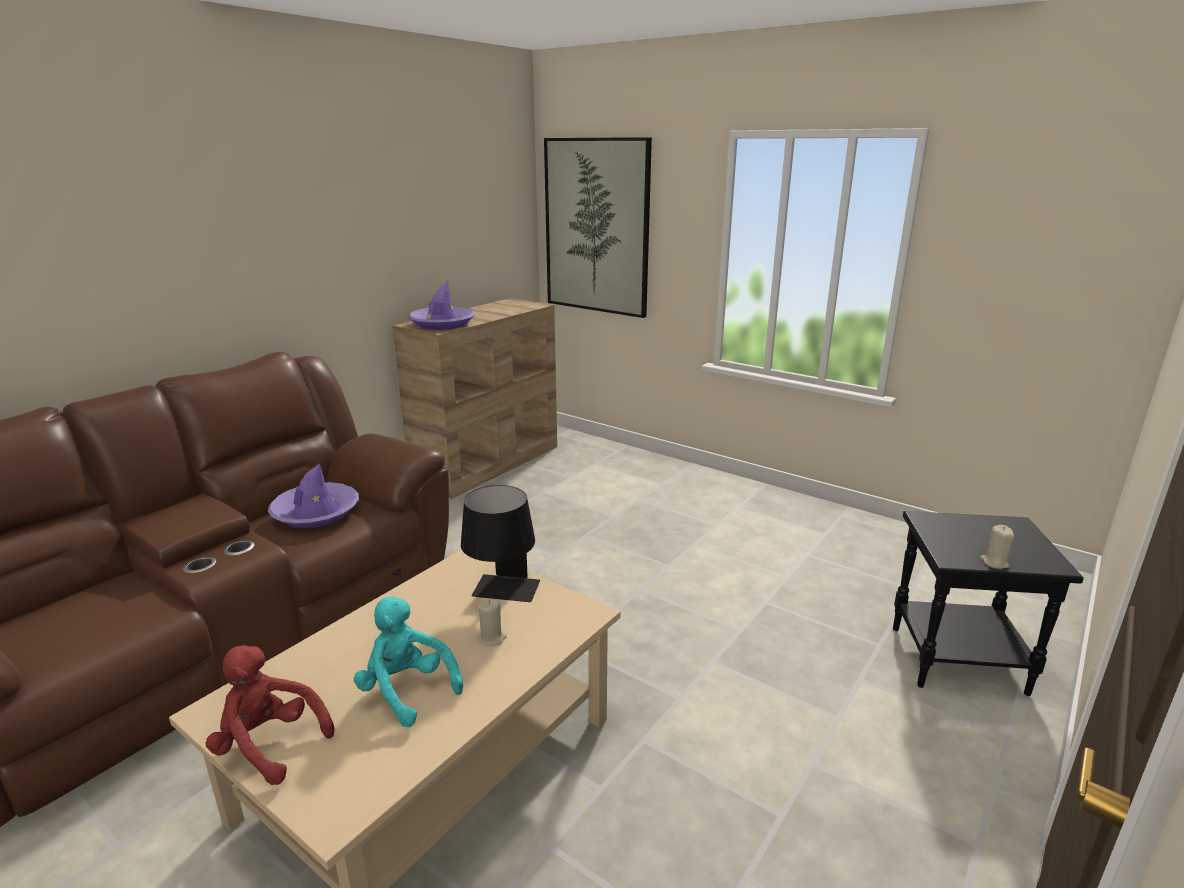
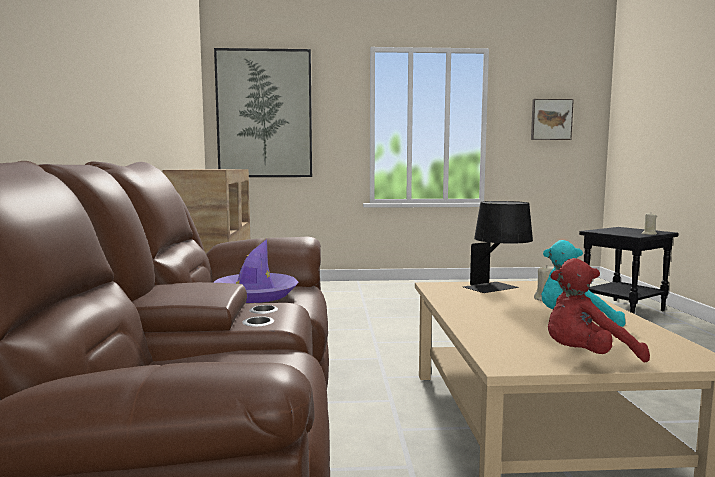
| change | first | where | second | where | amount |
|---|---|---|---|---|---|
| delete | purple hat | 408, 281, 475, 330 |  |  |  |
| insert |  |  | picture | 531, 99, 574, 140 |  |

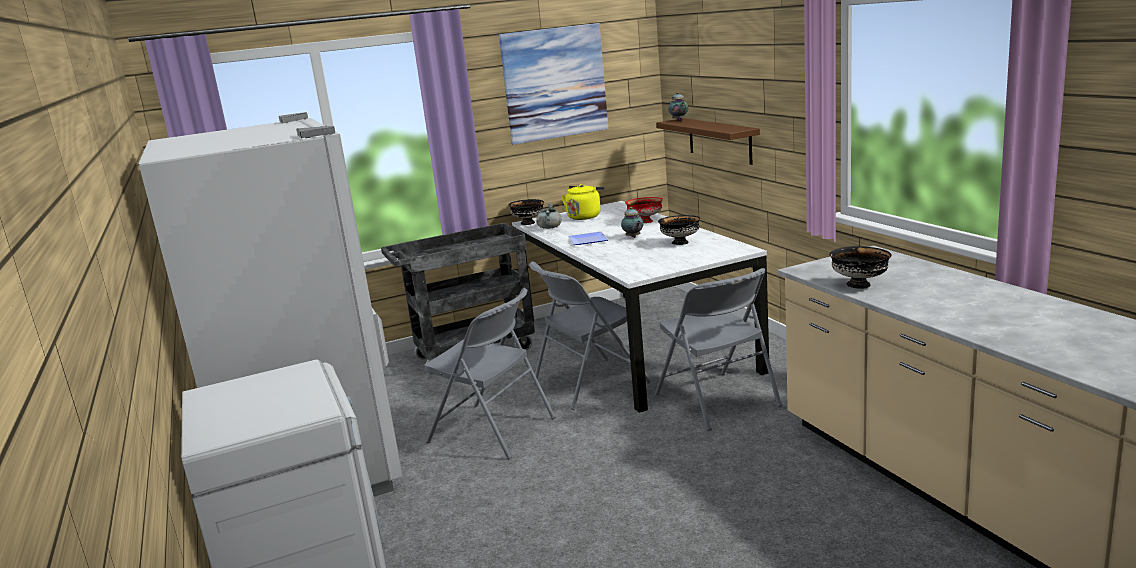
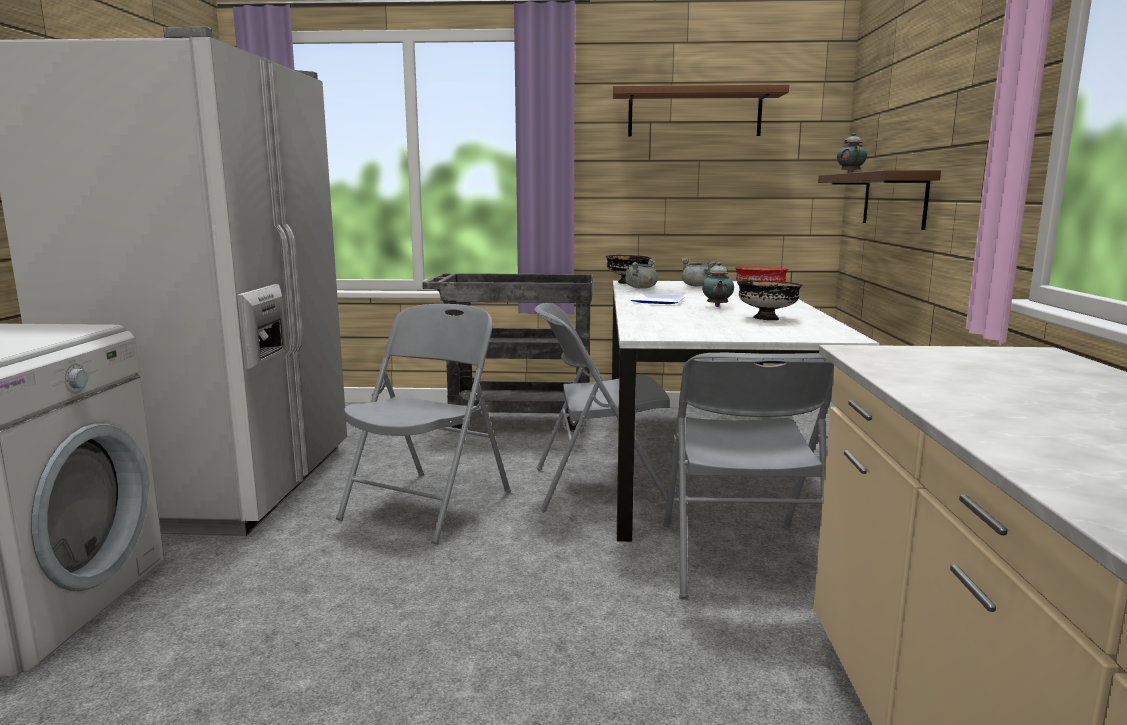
| change | first | where | second | where | amount |
|---|---|---|---|---|---|
| replace | picture | 499, 23, 608, 145 | brown shelf | 613, 85, 789, 136 |  |
| replace | yellow kettle | 561, 184, 605, 220 | grey cooking pot | 681, 258, 716, 286 |  |
| delete | black bowl | 829, 246, 892, 289 |  |  |  |
| rotate | grey chair | 425, 288, 556, 460 |  | 336, 304, 511, 545 | 120 degrees counterclockwise |

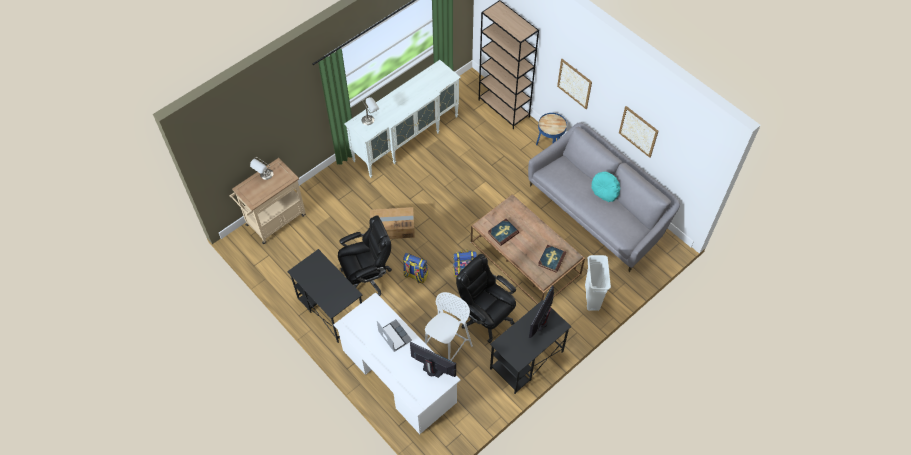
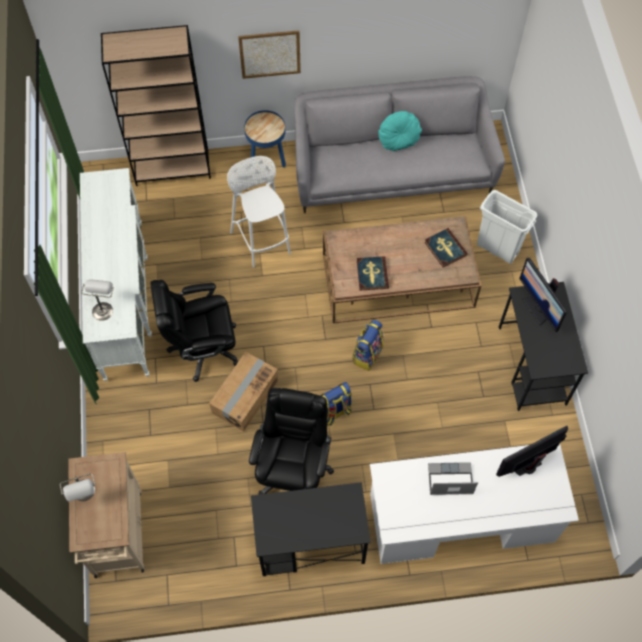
| change | first | where | second | where | amount |
|---|---|---|---|---|---|
| delete | picture | 619, 106, 659, 158 |  |  |  |
| move | black office chair | 456, 254, 516, 343 |  | 150, 280, 238, 382 |  |
| move | white stool | 425, 292, 473, 361 |  | 227, 156, 291, 268 |  |

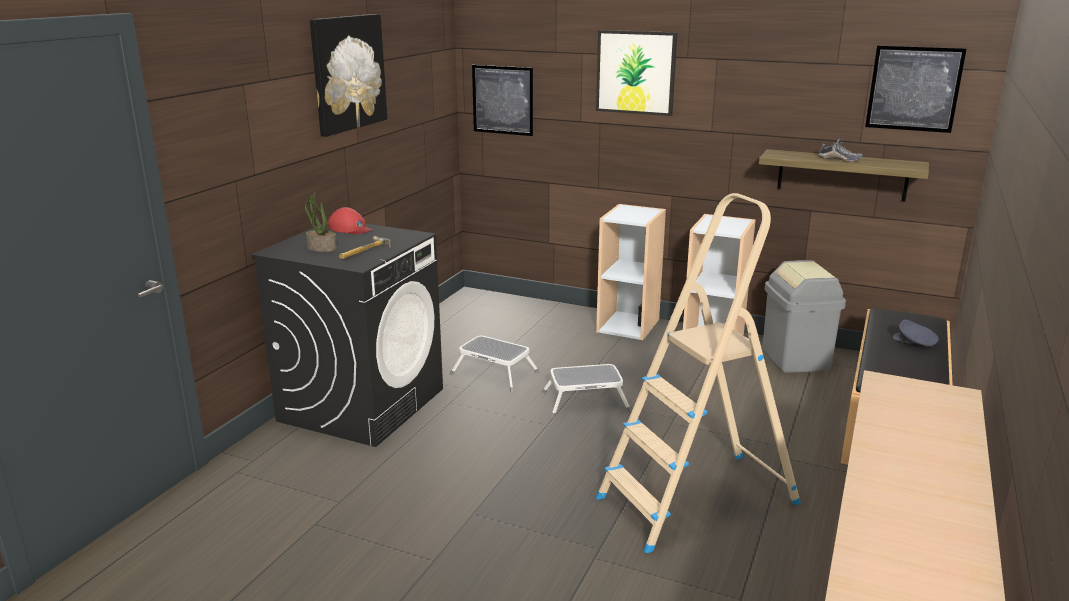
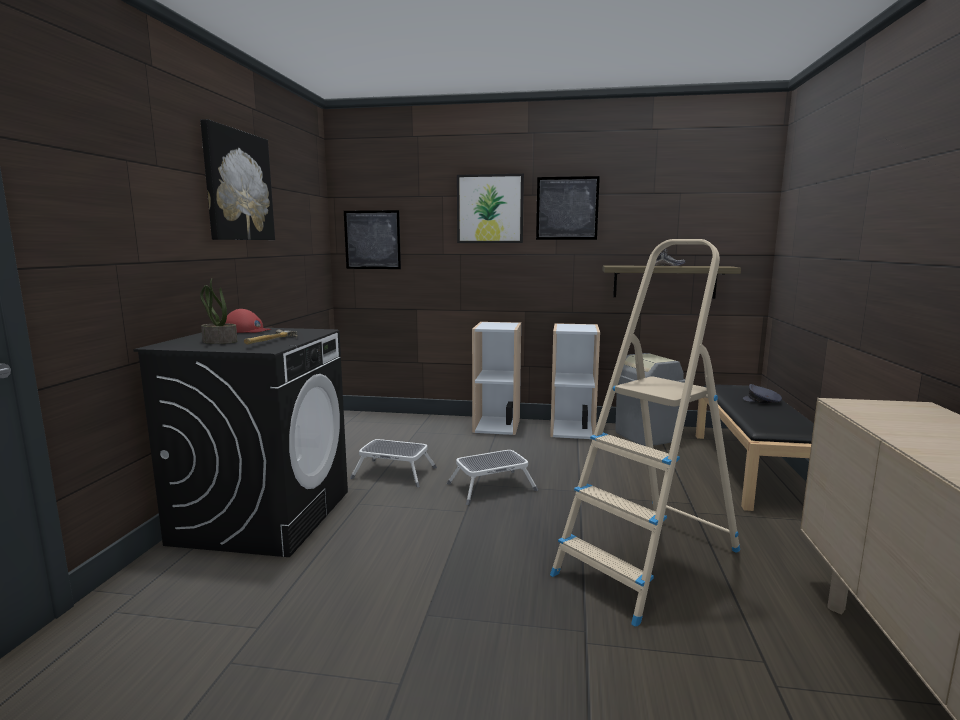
| change | first | where | second | where | amount |
|---|---|---|---|---|---|
| move | picture | 865, 46, 966, 133 |  | 536, 176, 600, 240 |  |

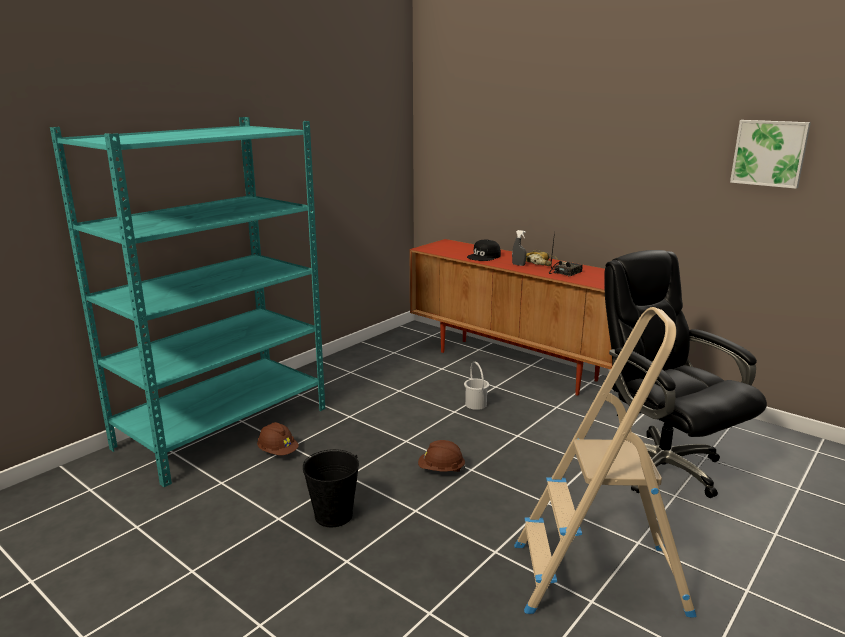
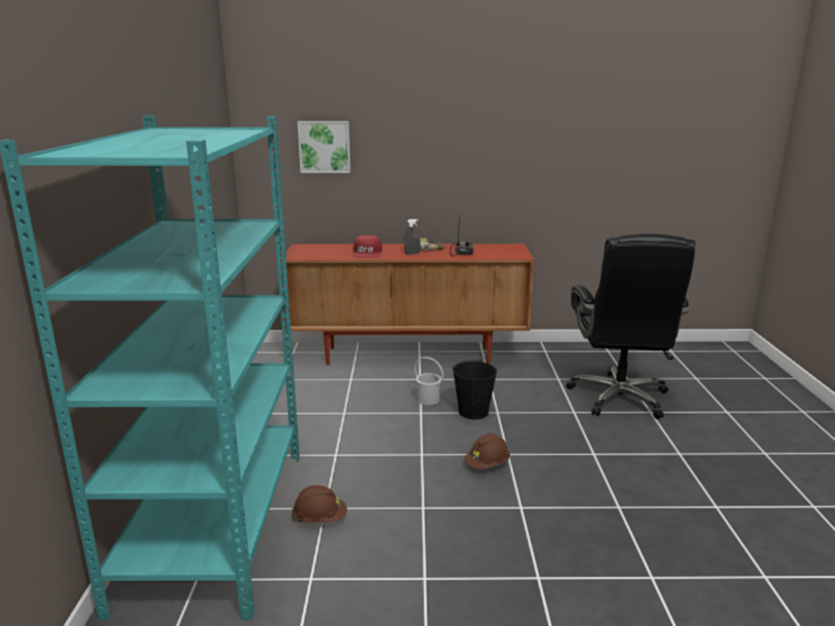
| change | first | where | second | where | amount |
|---|---|---|---|---|---|
| move | picture | 730, 120, 811, 189 |  | 297, 121, 351, 173 |  |
| recolor | black cap | 467, 240, 501, 261 | red cap | 352, 235, 382, 258 |  |
| rotate | black office chair | 604, 250, 767, 498 |  | 566, 234, 696, 419 | 105 degrees counterclockwise |
| delete | beige step ladder | 514, 307, 696, 618 |  |  |  |
| move | black bucket | 303, 449, 359, 527 |  | 452, 359, 497, 419 |  |

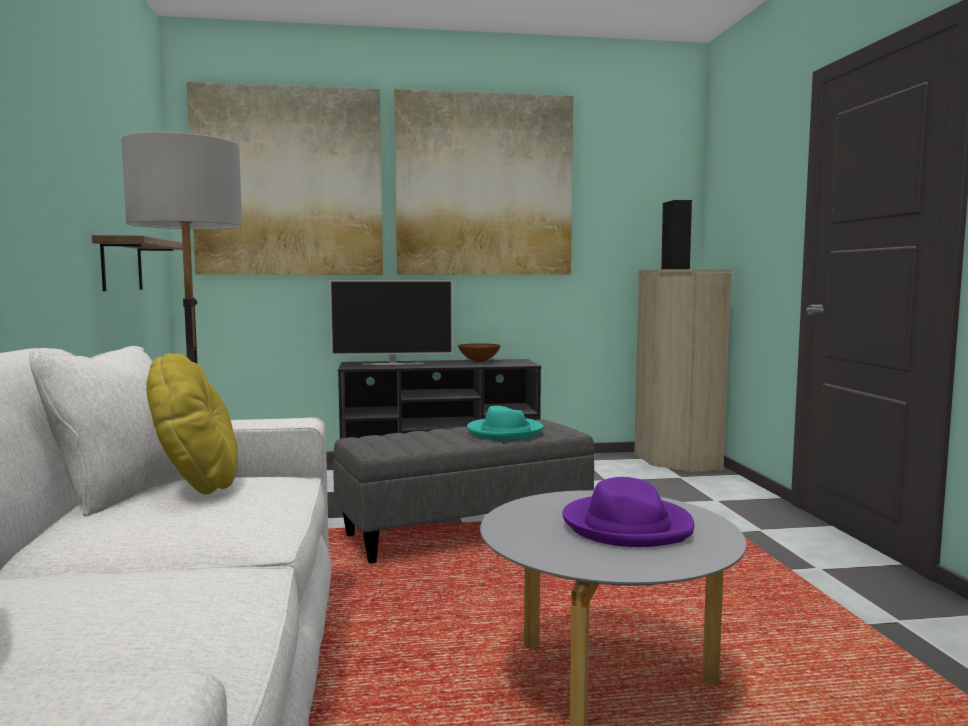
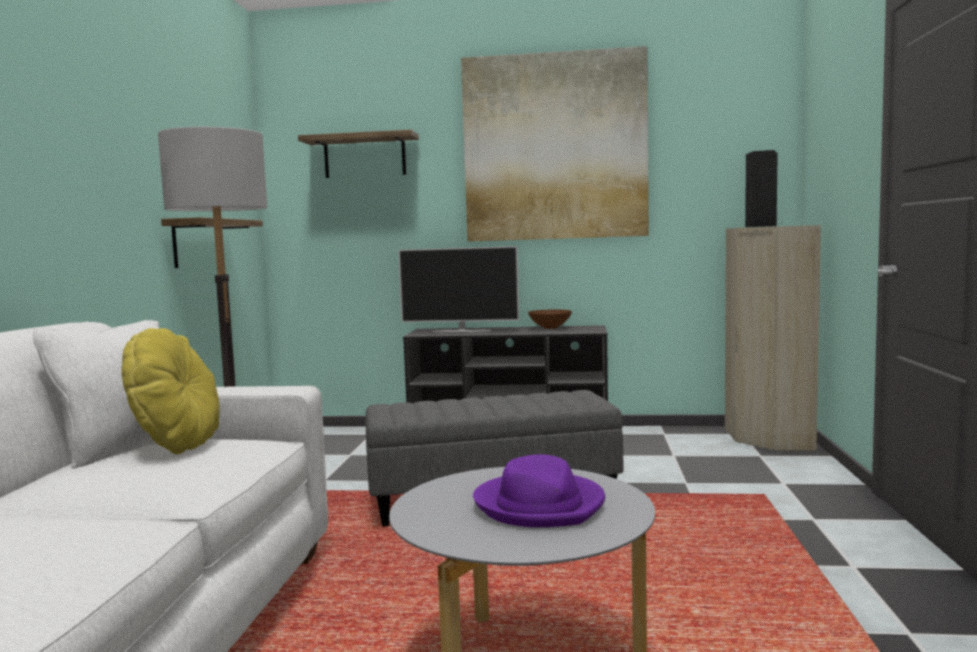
| change | first | where | second | where | amount |
|---|---|---|---|---|---|
| replace | picture | 186, 82, 383, 275 | shelf | 298, 130, 419, 178 |  |
| delete | turquoise hat | 467, 406, 544, 440 |  |  |  |

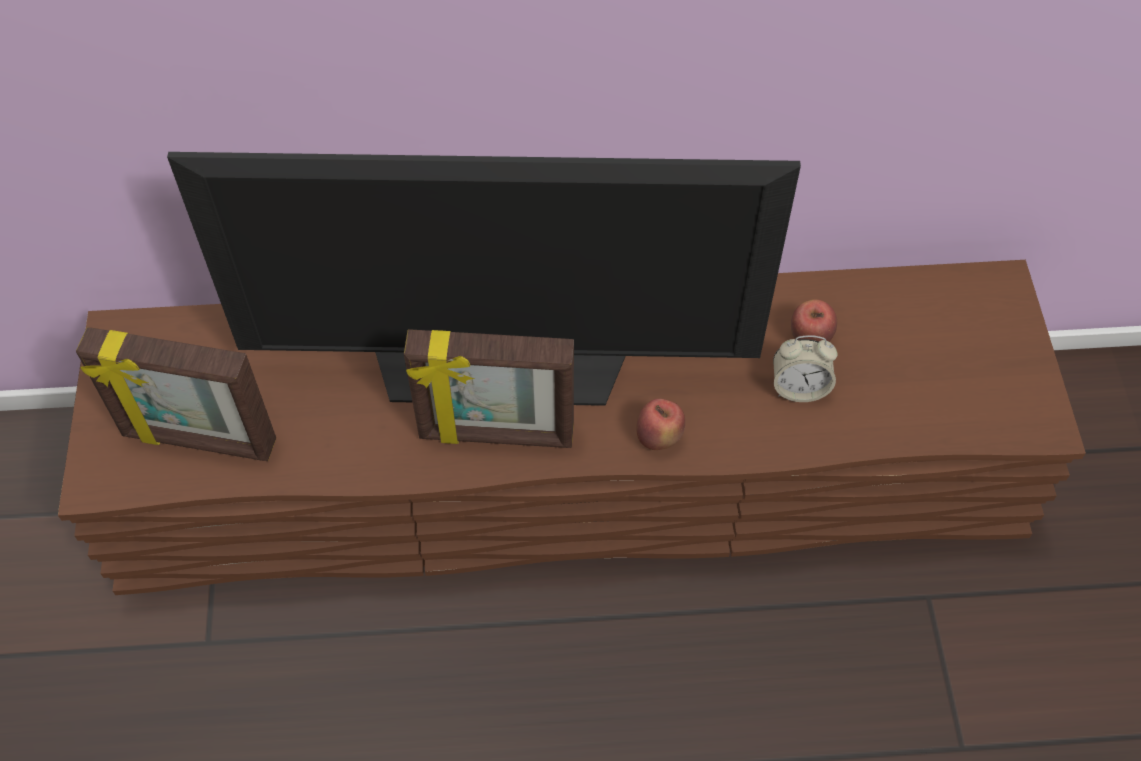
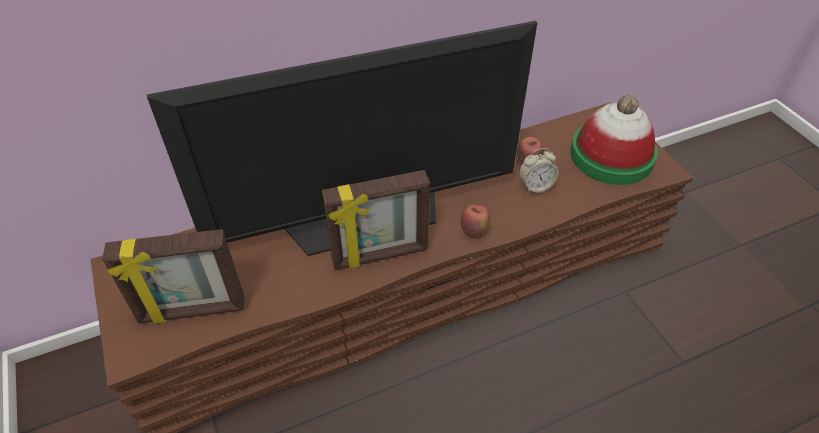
| change | first | where | second | where | amount |
|---|---|---|---|---|---|
| insert |  |  | hat | 570, 95, 658, 185 |  |

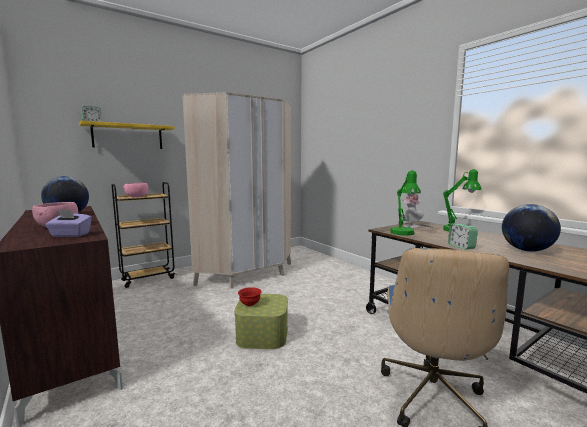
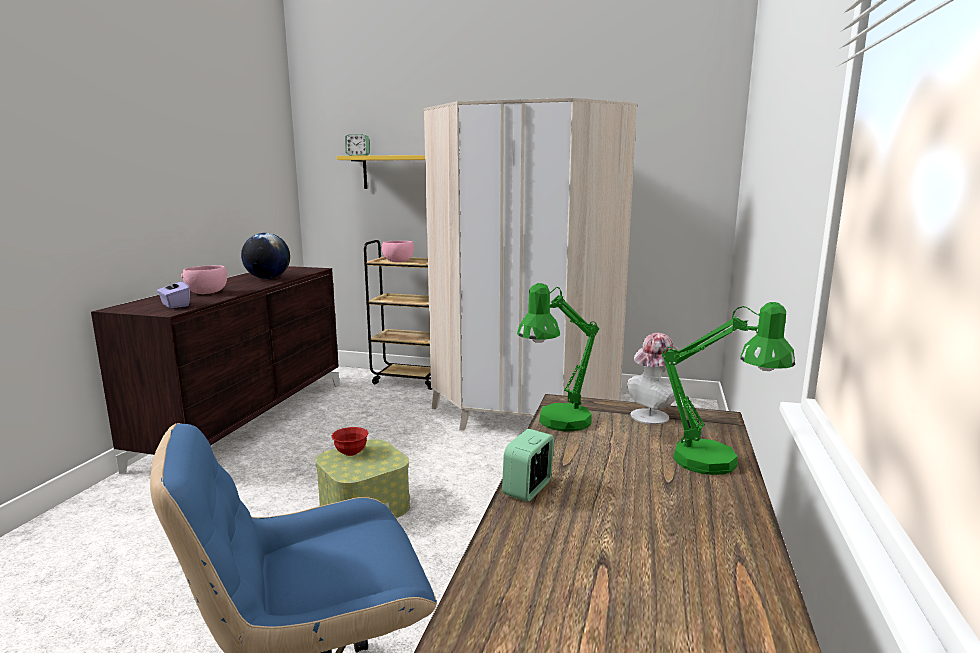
| change | first | where | second | where | amount |
|---|---|---|---|---|---|
| delete | globe | 502, 204, 561, 252 |  |  |  |

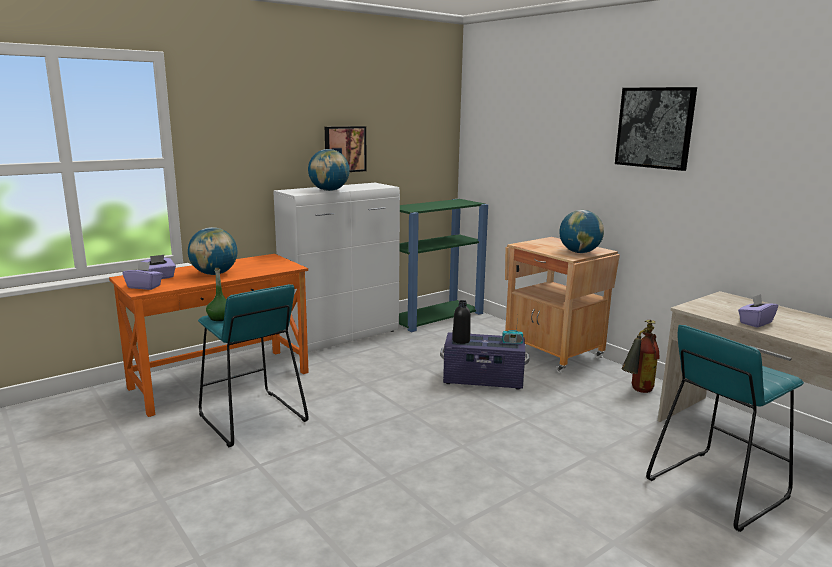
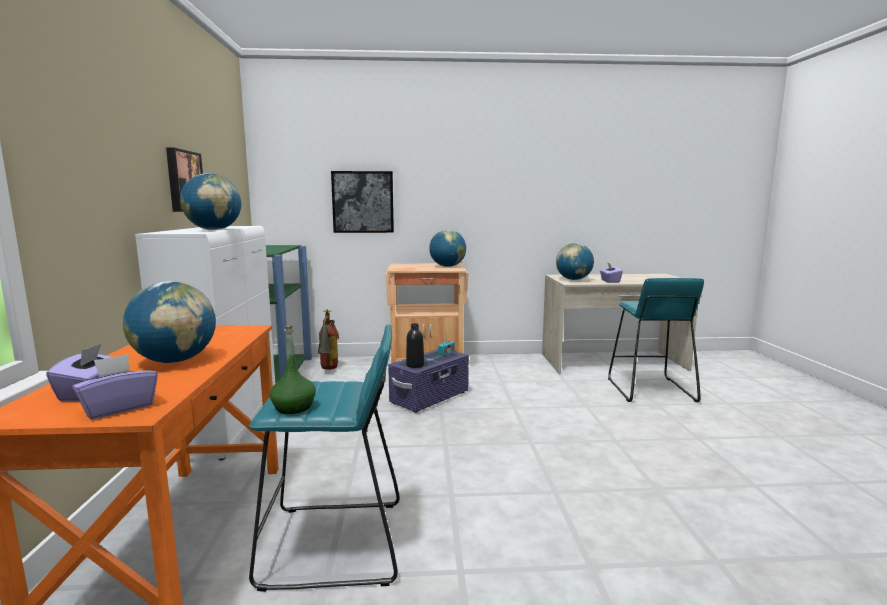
| change | first | where | second | where | amount |
|---|---|---|---|---|---|
| move | picture | 615, 87, 697, 171 |  | 331, 171, 394, 233 |  |
| move | fire extinguisher | 621, 320, 660, 393 |  | 318, 309, 339, 370 |  |
| insert |  |  | globe | 556, 243, 594, 280 |  |

